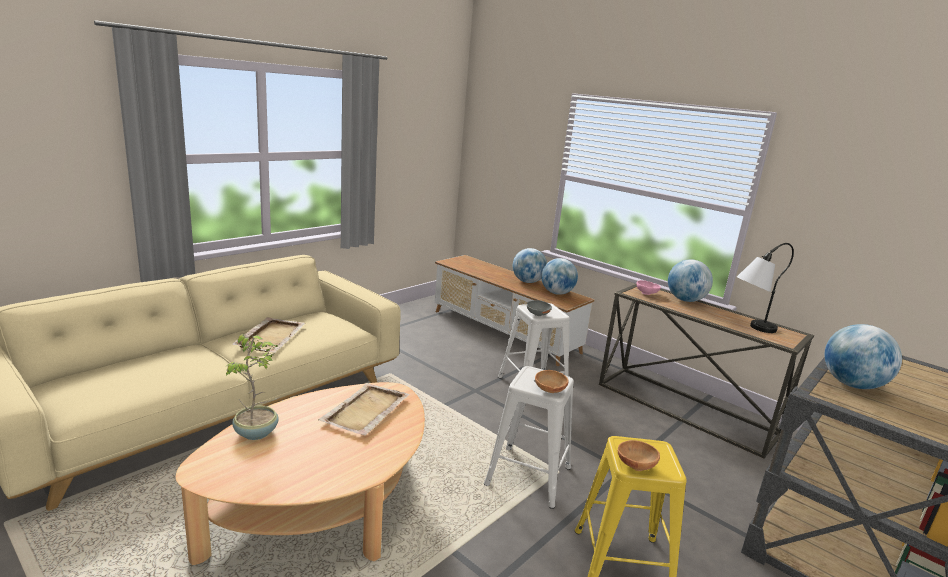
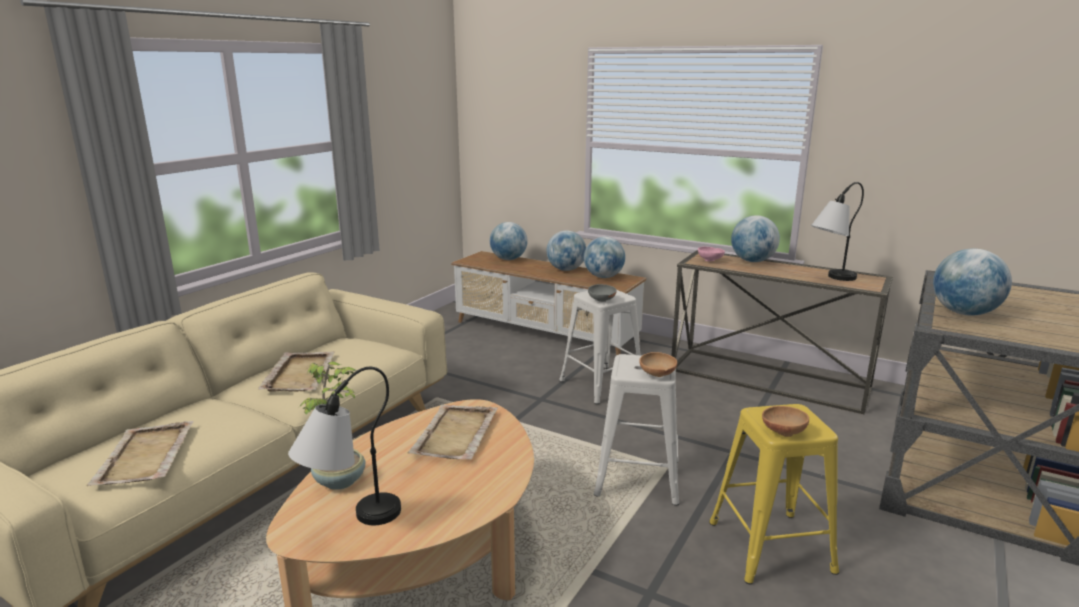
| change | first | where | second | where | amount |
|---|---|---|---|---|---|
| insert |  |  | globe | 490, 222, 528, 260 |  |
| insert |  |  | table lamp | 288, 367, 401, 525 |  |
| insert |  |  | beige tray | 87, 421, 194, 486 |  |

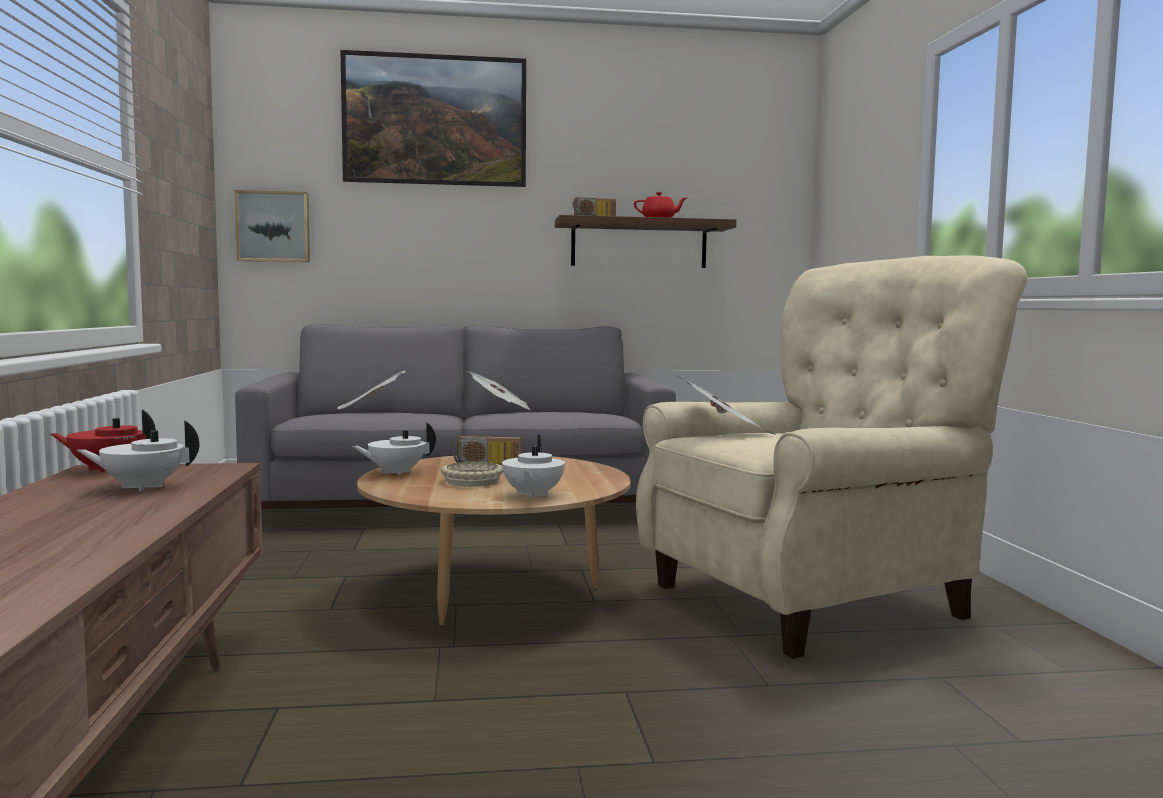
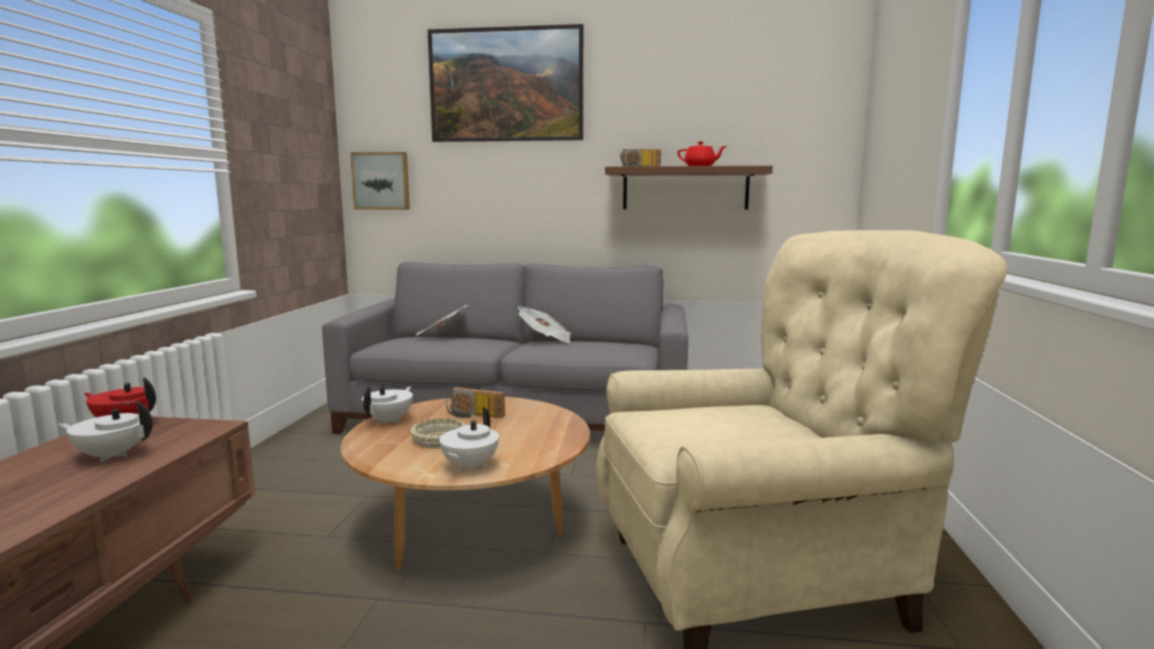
| change | first | where | second | where | amount |
|---|---|---|---|---|---|
| delete | newspaper | 676, 376, 777, 435 |  |  |  |
| rotate | white teapot | 352, 422, 436, 475 |  | 362, 386, 413, 425 | 120 degrees clockwise |

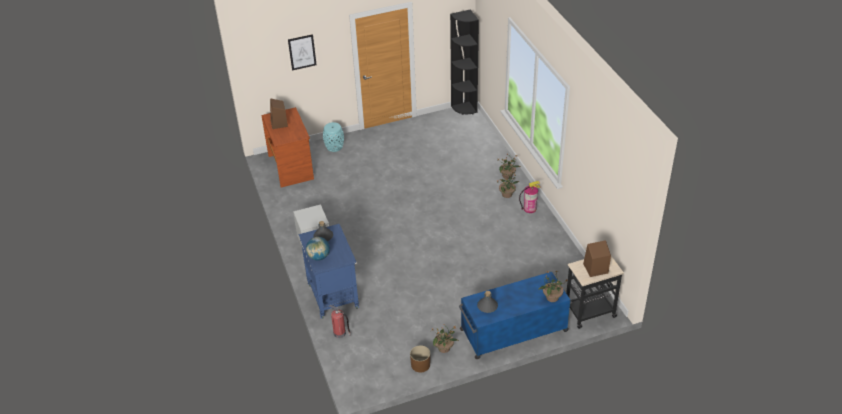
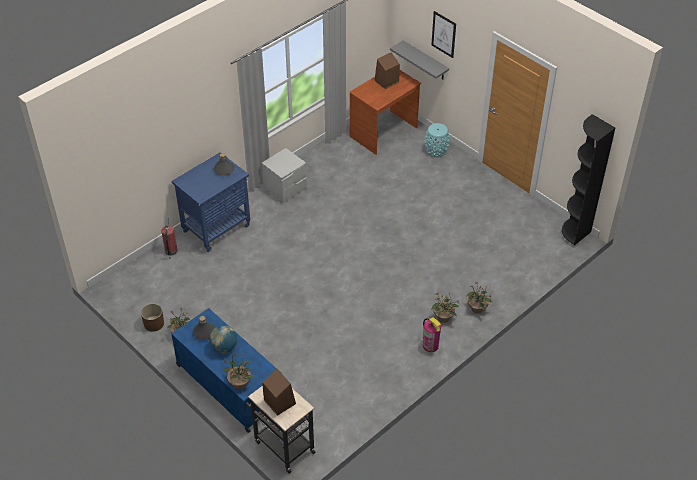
| change | first | where | second | where | amount |
|---|---|---|---|---|---|
| move | globe | 306, 237, 330, 261 |  | 210, 325, 237, 353 |  |
| insert |  |  | grey shelf | 390, 40, 449, 80 |  |

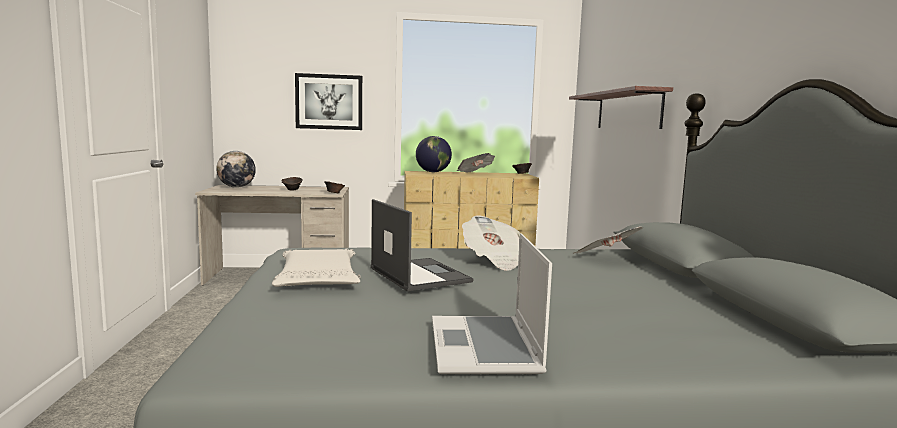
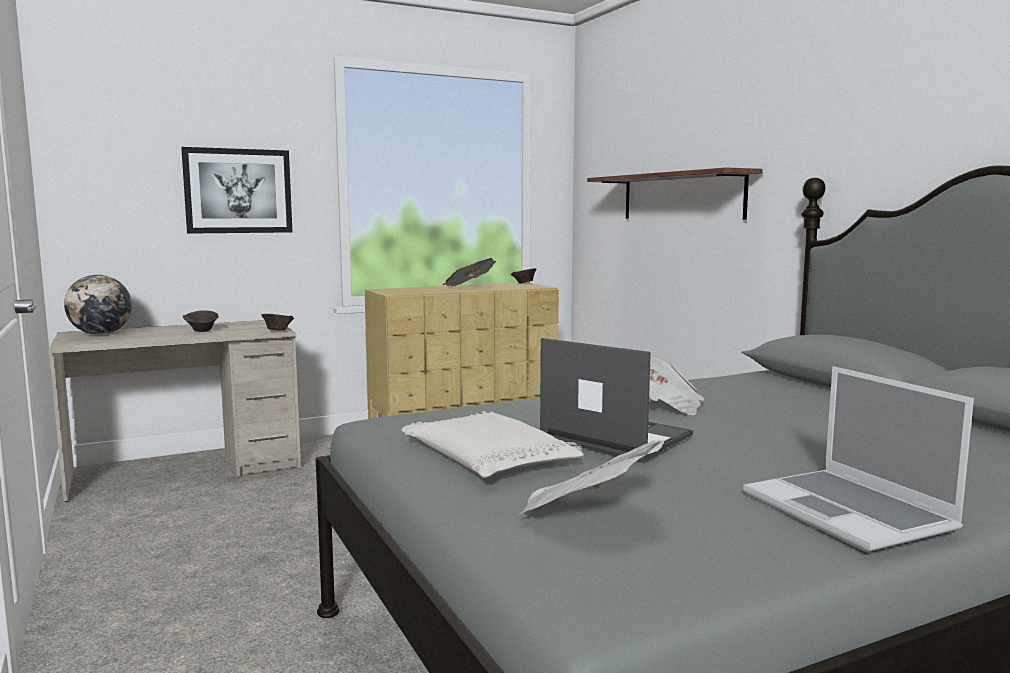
| change | first | where | second | where | amount |
|---|---|---|---|---|---|
| delete | globe | 416, 136, 452, 172 |  |  |  |
| move | newspaper | 574, 226, 643, 253 |  | 518, 440, 664, 515 |  |

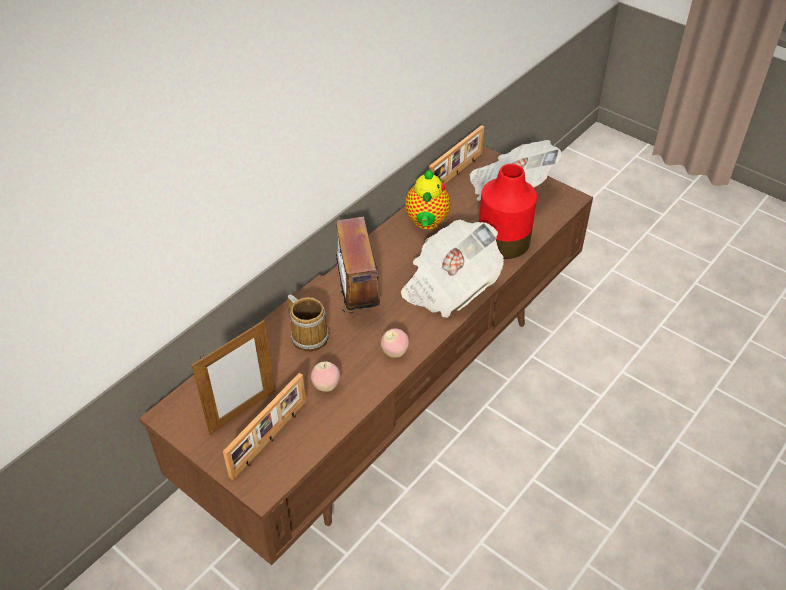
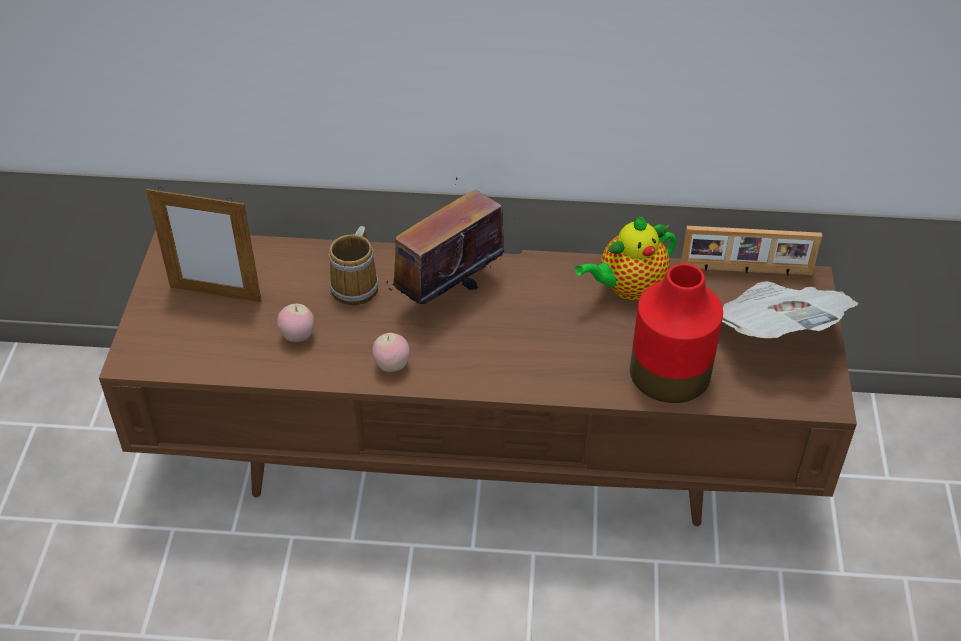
| change | first | where | second | where | amount |
|---|---|---|---|---|---|
| delete | newspaper | 401, 219, 504, 318 |  |  |  |
| delete | picture frame | 223, 373, 306, 480 |  |  |  |

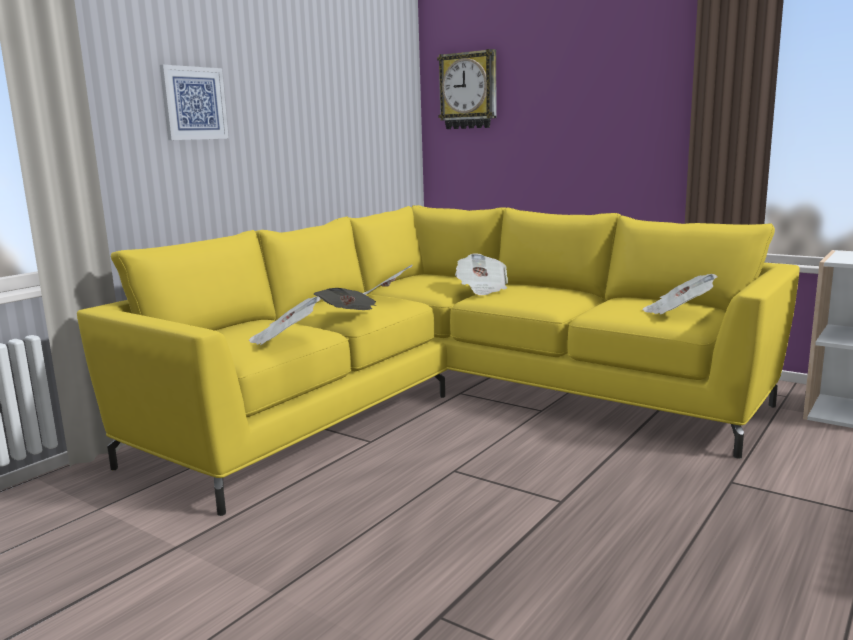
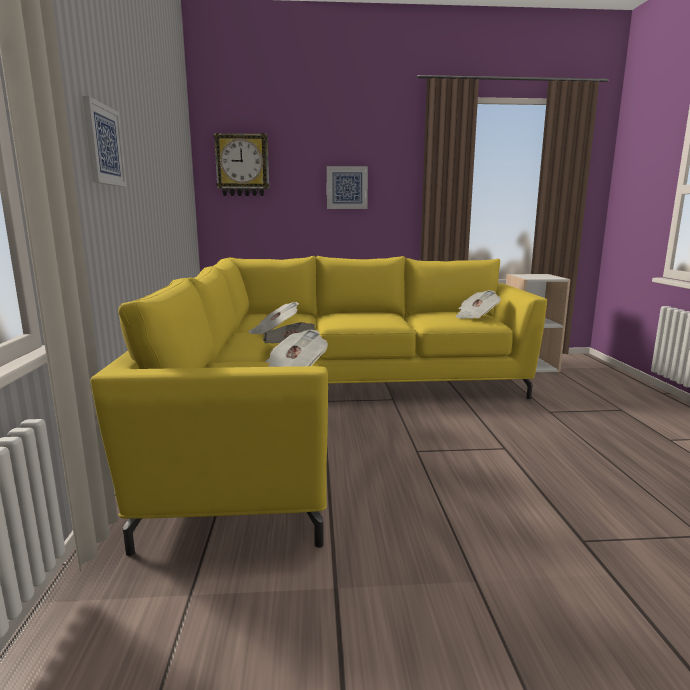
| change | first | where | second | where | amount |
|---|---|---|---|---|---|
| delete | newspaper | 455, 254, 508, 295 |  |  |  |
| insert |  |  | picture | 327, 166, 368, 209 |  |

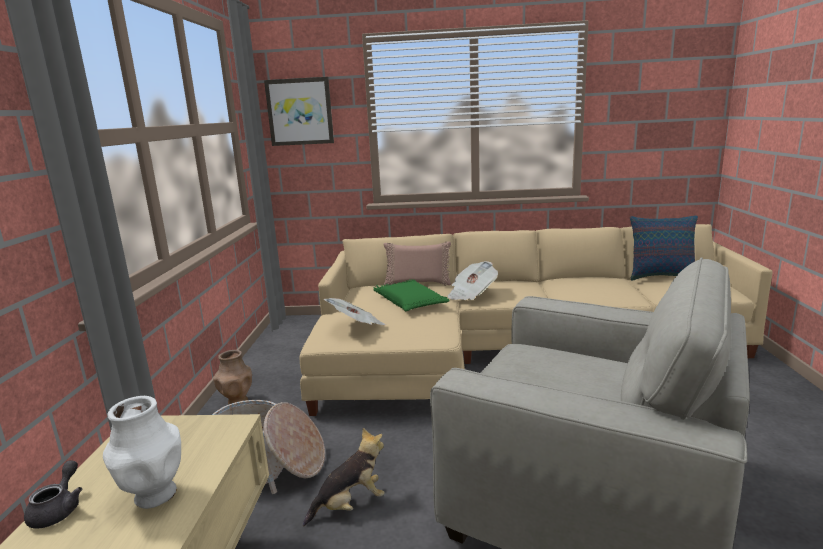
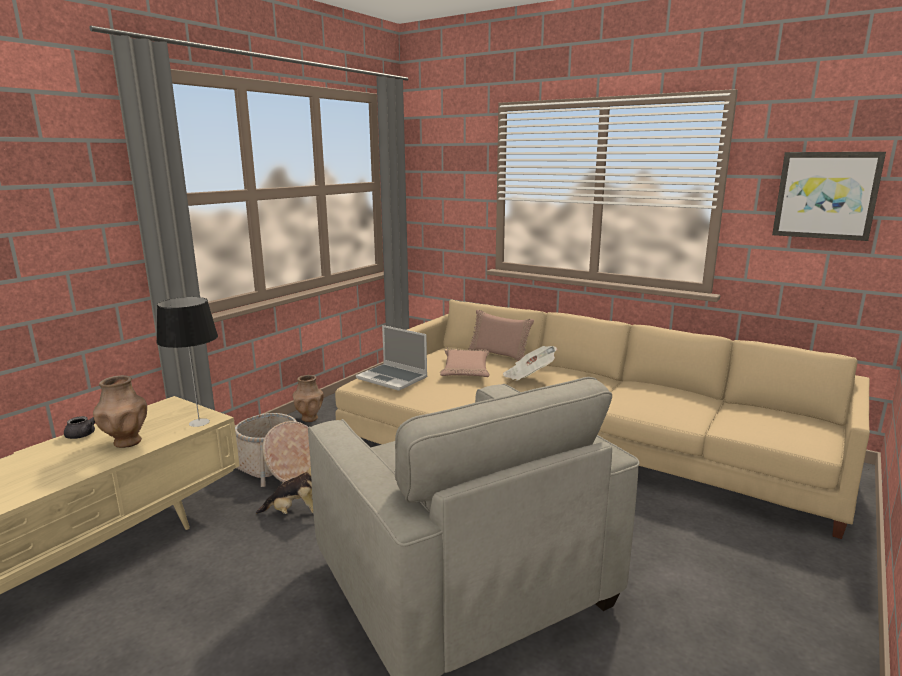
| change | first | where | second | where | amount |
|---|---|---|---|---|---|
| move | picture | 264, 77, 334, 146 |  | 772, 152, 886, 241 |  |
| delete | blue pillow | 630, 216, 698, 281 |  |  |  |
| recolor | green pillow | 373, 279, 450, 311 | beige pillow | 440, 347, 490, 377 |  |
| replace | newspaper | 324, 298, 386, 325 | laptop | 356, 325, 428, 391 |  |
| recolor | white vase | 103, 396, 181, 509 | brown vase | 93, 375, 147, 448 |  |
| insert |  |  | table lamp | 156, 297, 218, 427 |  |

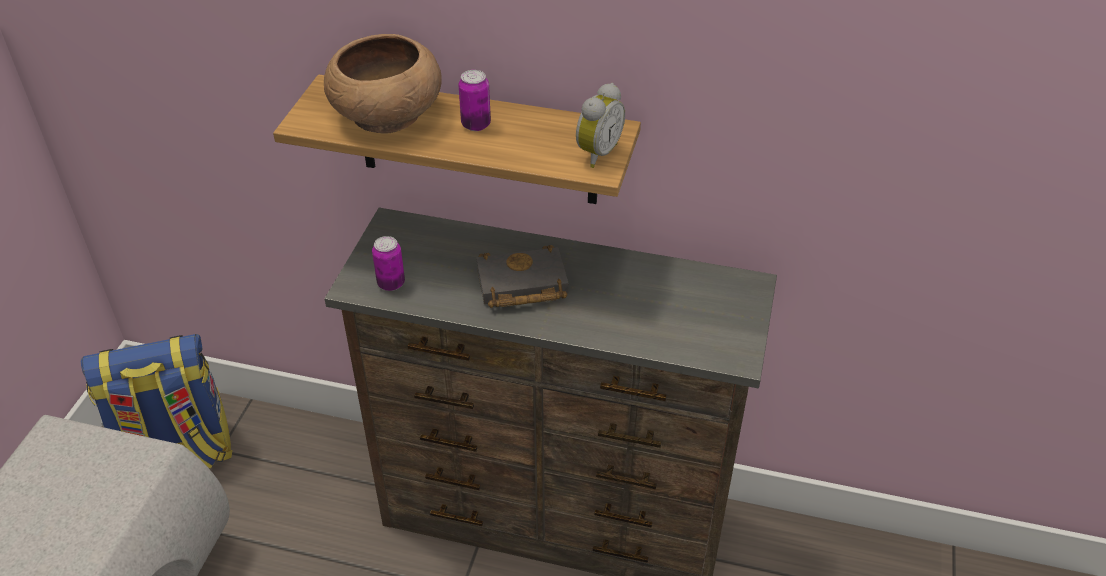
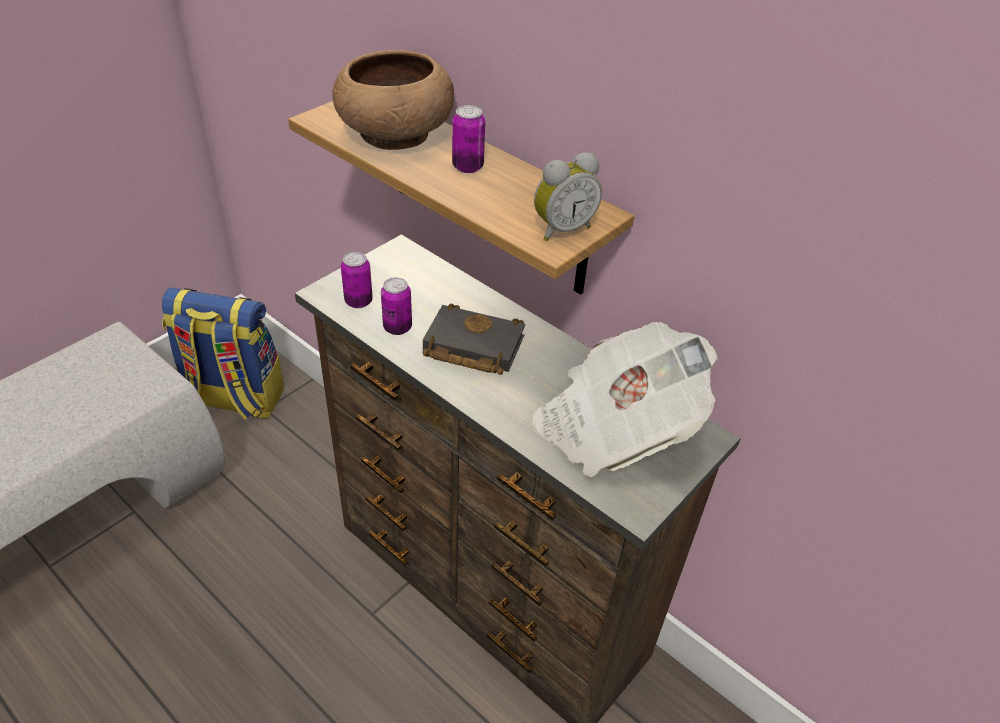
| change | first | where | second | where | amount |
|---|---|---|---|---|---|
| insert |  |  | can | 381, 277, 412, 335 |  |
| insert |  |  | newspaper | 532, 322, 718, 477 |  |

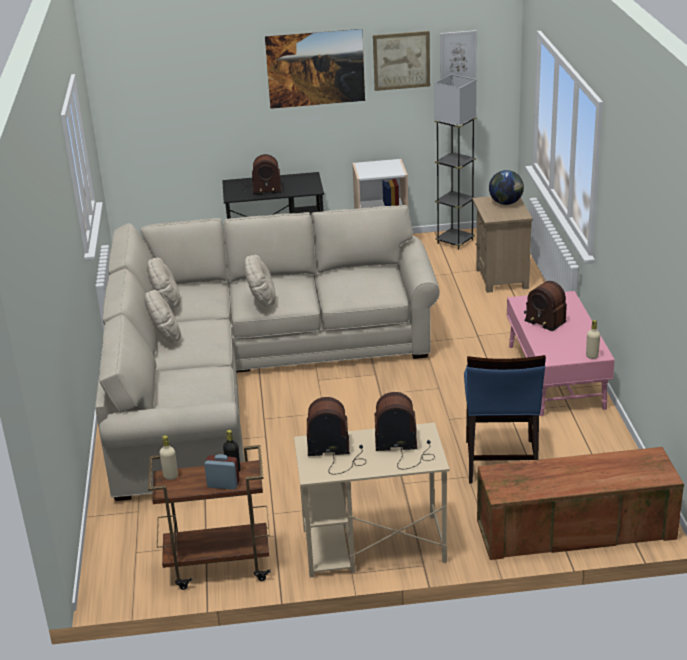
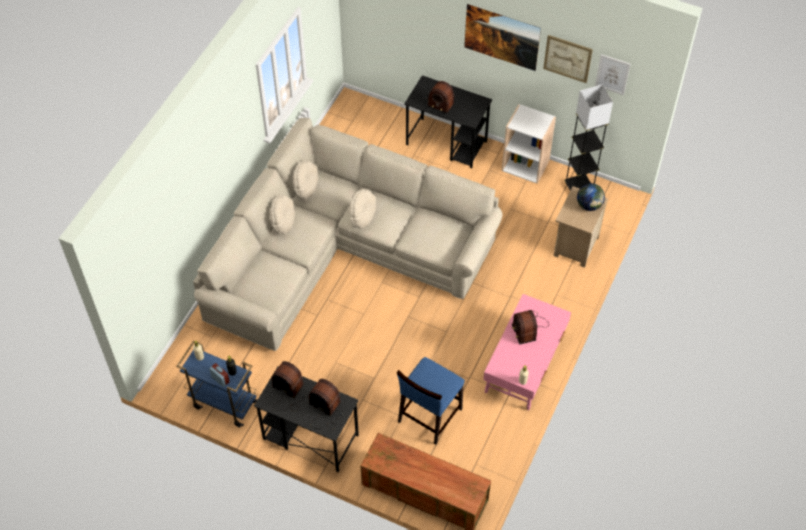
| change | first | where | second | where | amount |
|---|---|---|---|---|---|
| recolor | beige desk | 294, 423, 449, 577 | black desk | 254, 366, 359, 472 |  |
| recolor | brown cart | 148, 445, 271, 590 | blue cart | 176, 341, 258, 427 |  |

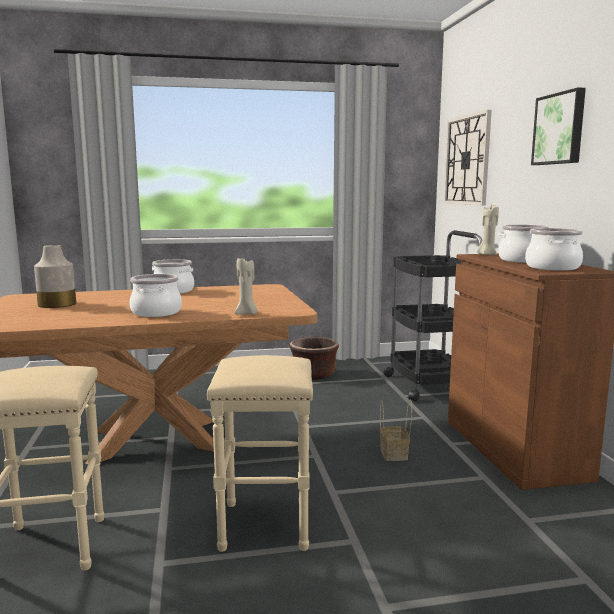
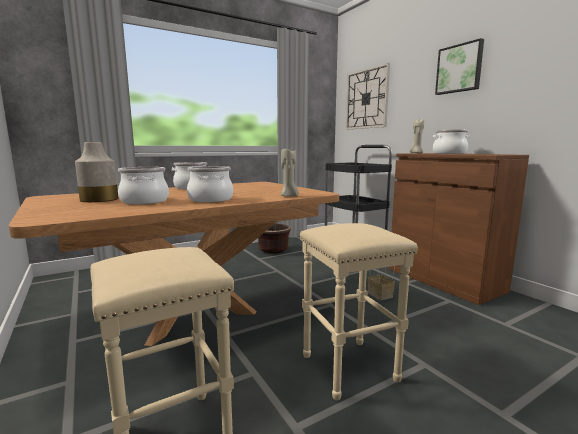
| change | first | where | second | where | amount |
|---|---|---|---|---|---|
| move | cooking pot | 525, 228, 583, 271 |  | 118, 167, 169, 204 |  |

